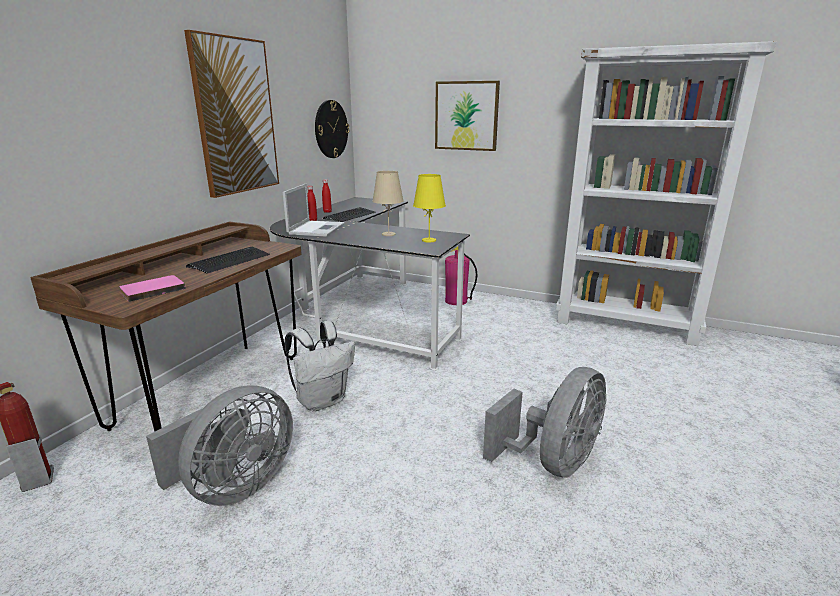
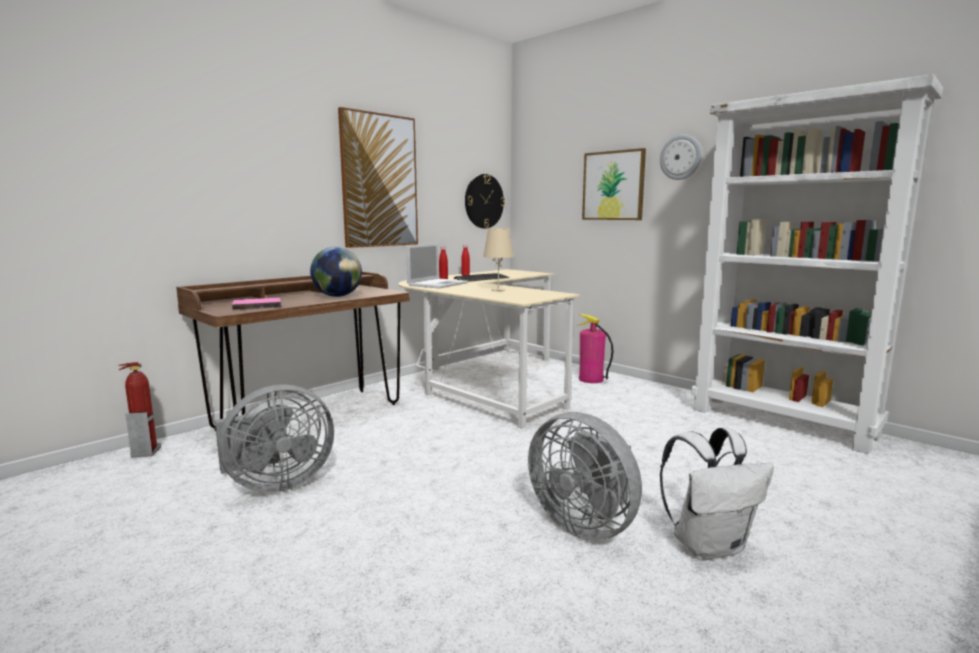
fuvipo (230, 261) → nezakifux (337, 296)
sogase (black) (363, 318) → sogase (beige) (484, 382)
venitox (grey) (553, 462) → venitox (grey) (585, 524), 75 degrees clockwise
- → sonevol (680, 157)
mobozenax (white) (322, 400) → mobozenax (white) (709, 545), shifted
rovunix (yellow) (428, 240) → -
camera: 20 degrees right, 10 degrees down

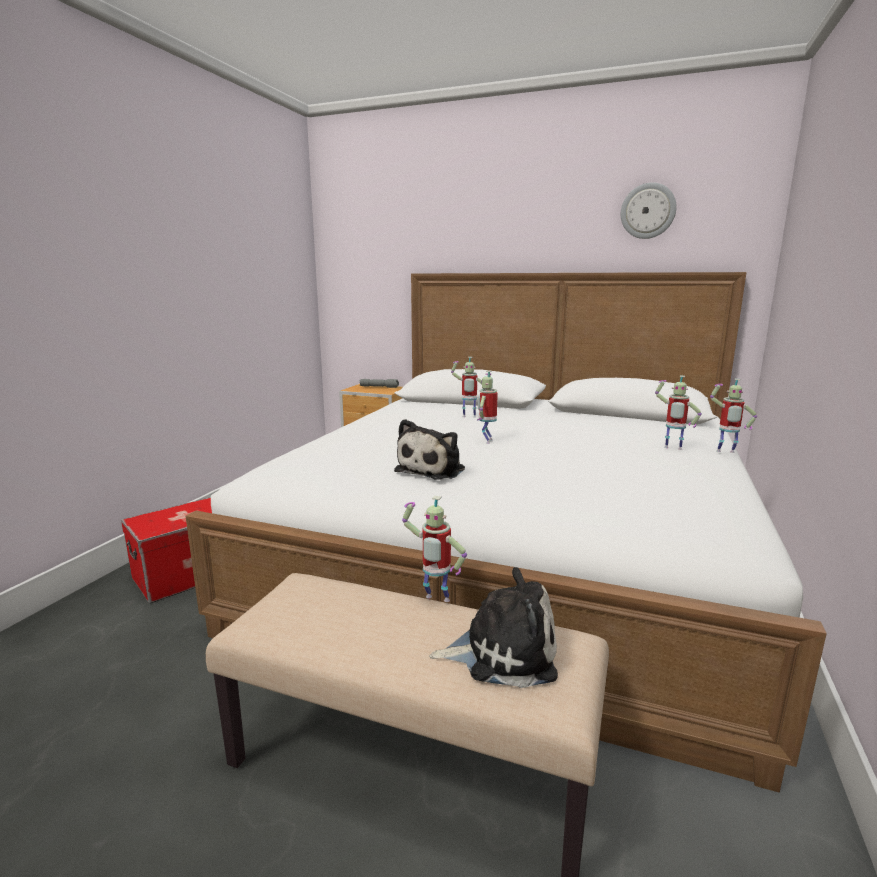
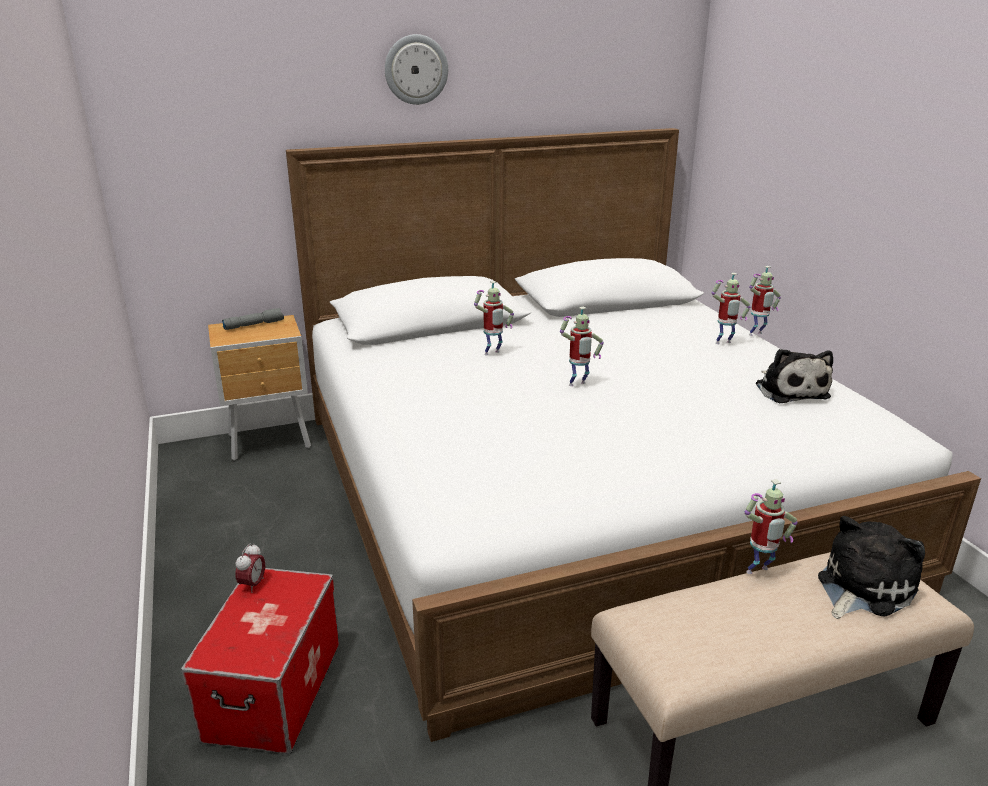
- → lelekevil (253, 585)
sonevol (648, 211) → sonevol (416, 69), shifted
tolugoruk (486, 441) → tolugoruk (578, 385), 90 degrees counterclockwise
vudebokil (433, 469) → vudebokil (790, 390), shifted
camera: 40 degrees left, 10 degrees up

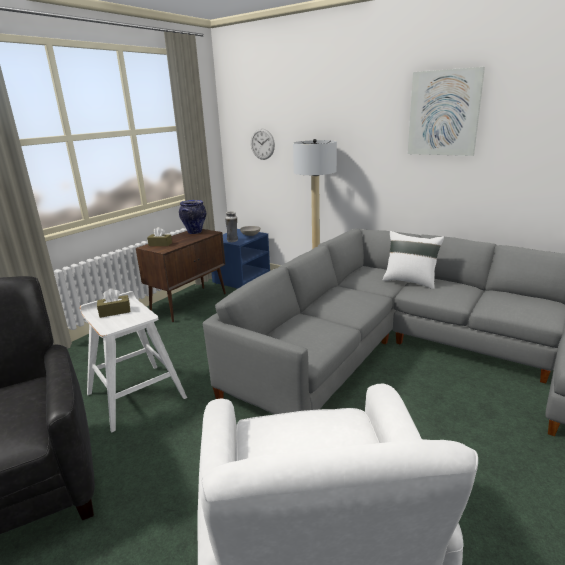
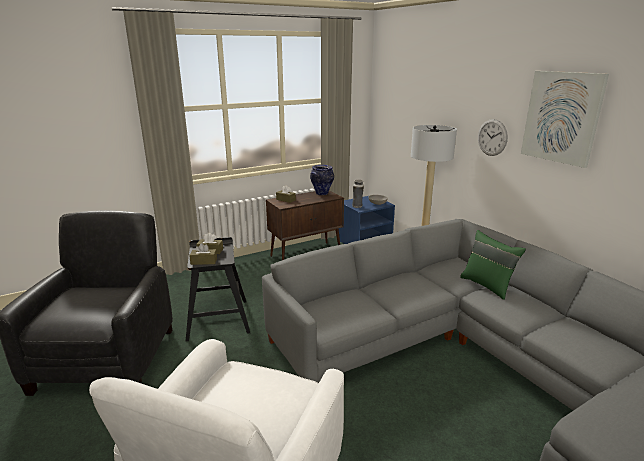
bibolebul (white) (136, 395) → bibolebul (black) (218, 319)
- → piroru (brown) (204, 261)
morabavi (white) (410, 281) → morabavi (green) (487, 285)
sonevol (262, 144) → sonevol (492, 137), shifted
camera: 25 degrees right, 0 degrees up

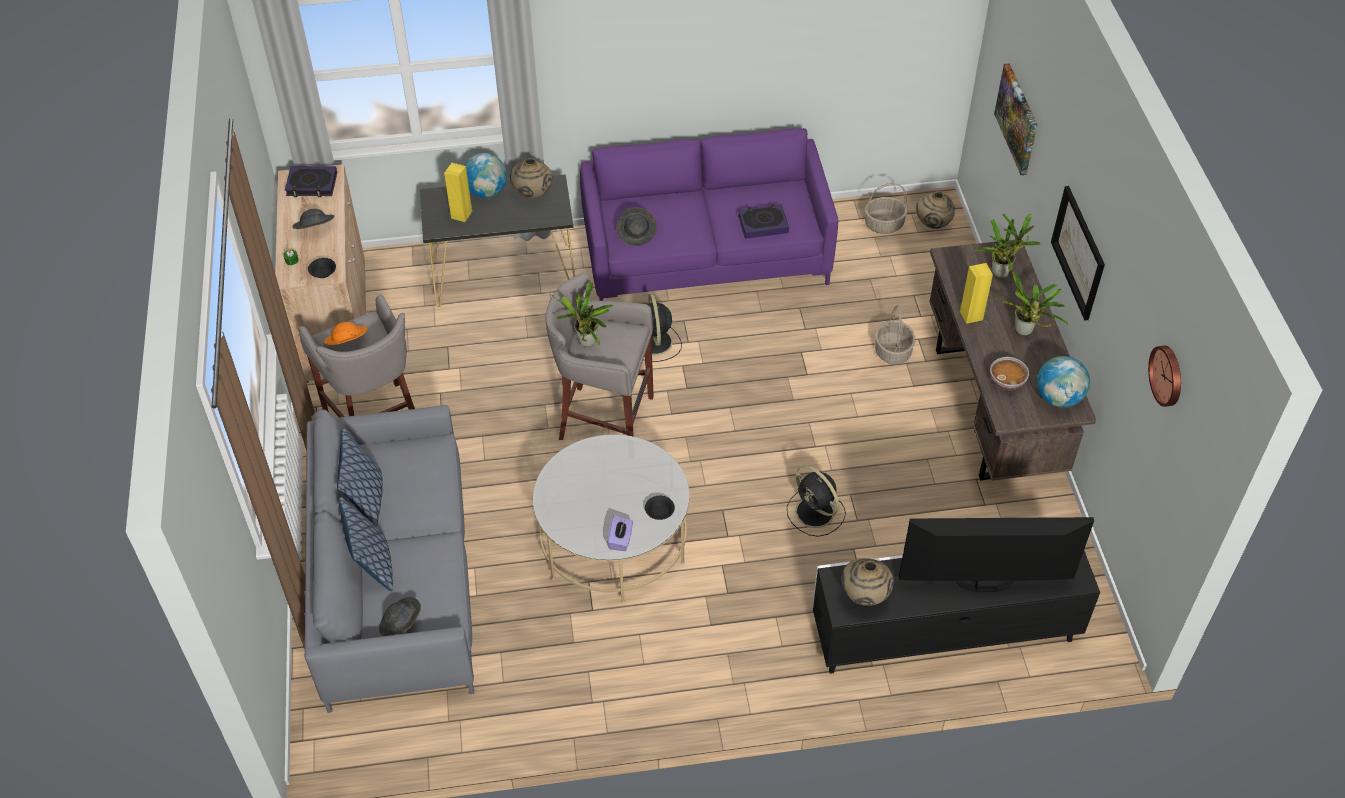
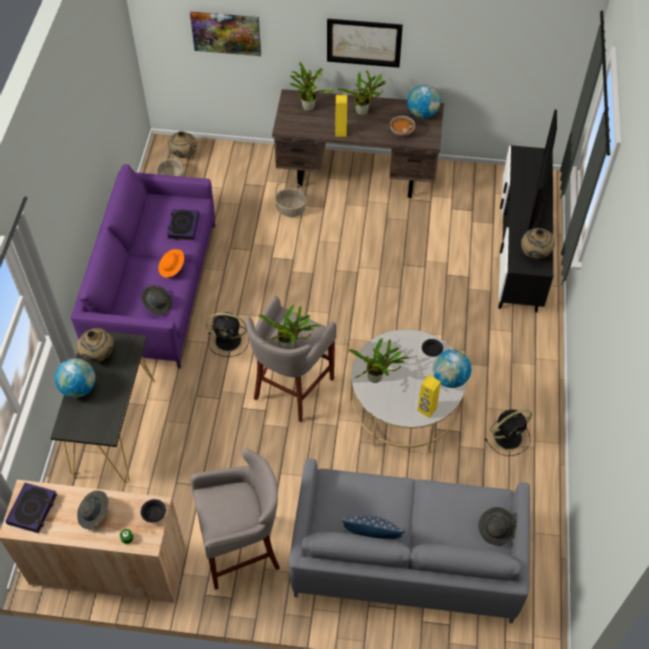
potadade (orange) (347, 343) → potadade (orange) (172, 268), shifted
- → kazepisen (377, 378)
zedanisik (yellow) (461, 214) → zedanisik (yellow) (426, 410), shifted
piroru (purple) (620, 540) → nezakifux (449, 379)
venitox (black) (816, 513) → venitox (black) (509, 437), shifted
morabavi (373, 565) → -
sonevol (1168, 375) → -
camera: 75 degrees left, 5 degrees up

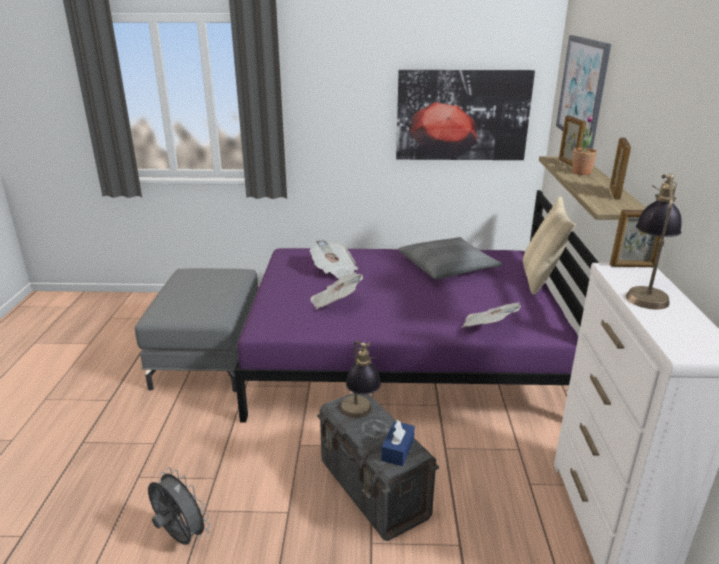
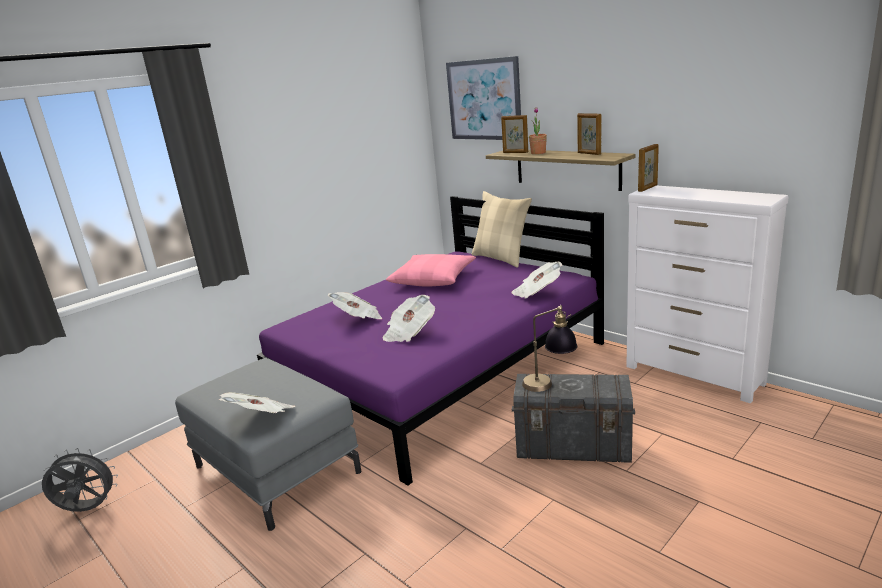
venitox (grey) (180, 537) → venitox (grey) (88, 510), shifted
- → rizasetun (261, 417)
morabavi (grey) (447, 267) → morabavi (pink) (433, 278)
piroru (blue) (398, 450) → -
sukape (462, 115) → -
rovunix (646, 291) → -
camera: 45 degrees left, 5 degrees down

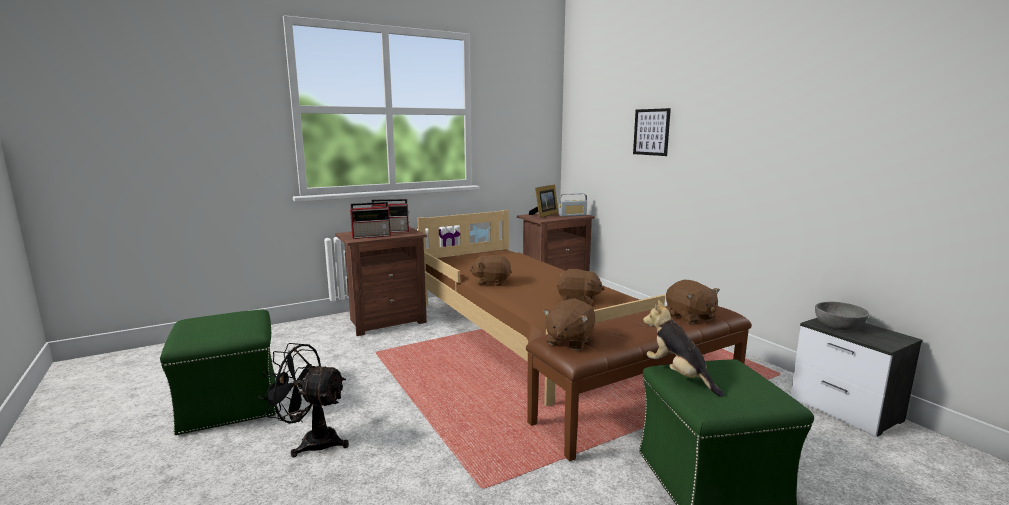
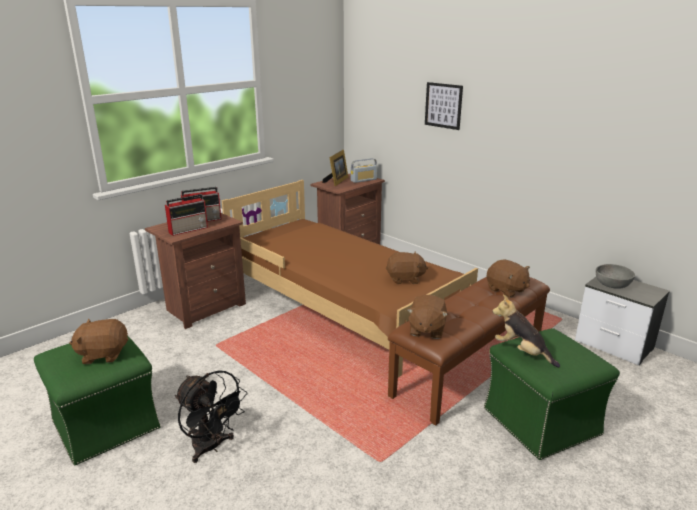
vudebokil (brown) (491, 282) → vudebokil (brown) (103, 354), shifted
venitox (black) (311, 441) → venitox (black) (211, 447), 135 degrees counterclockwise
camera: 15 degrees left, 10 degrees up

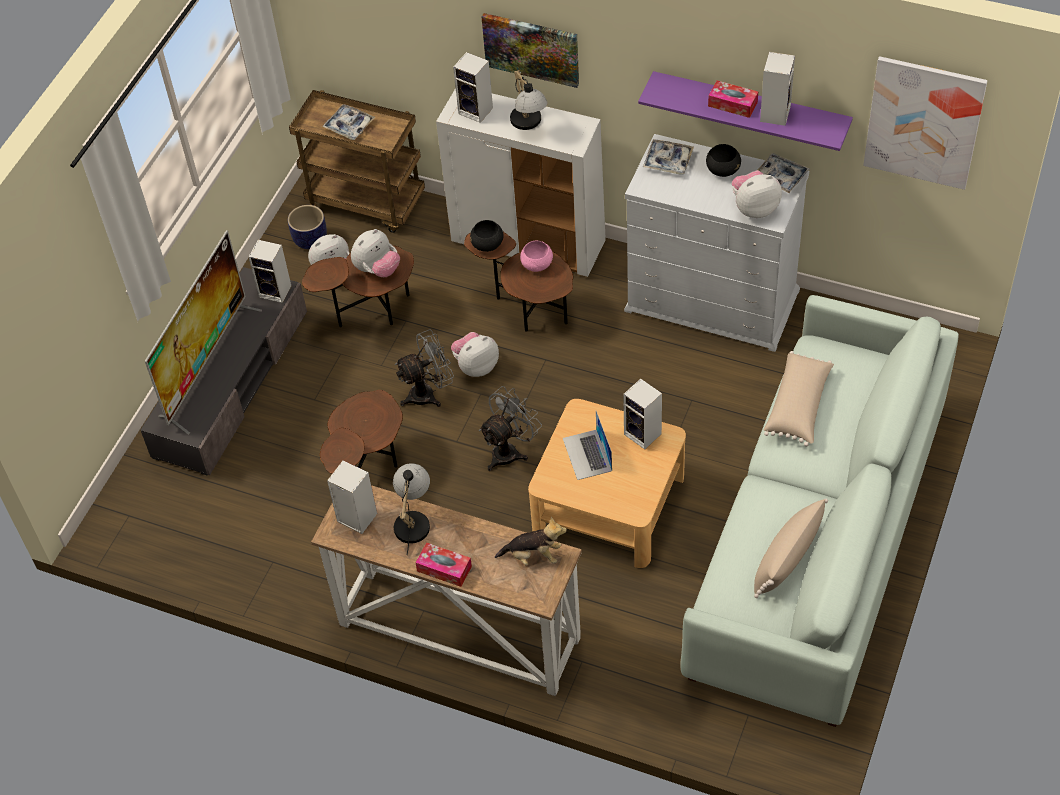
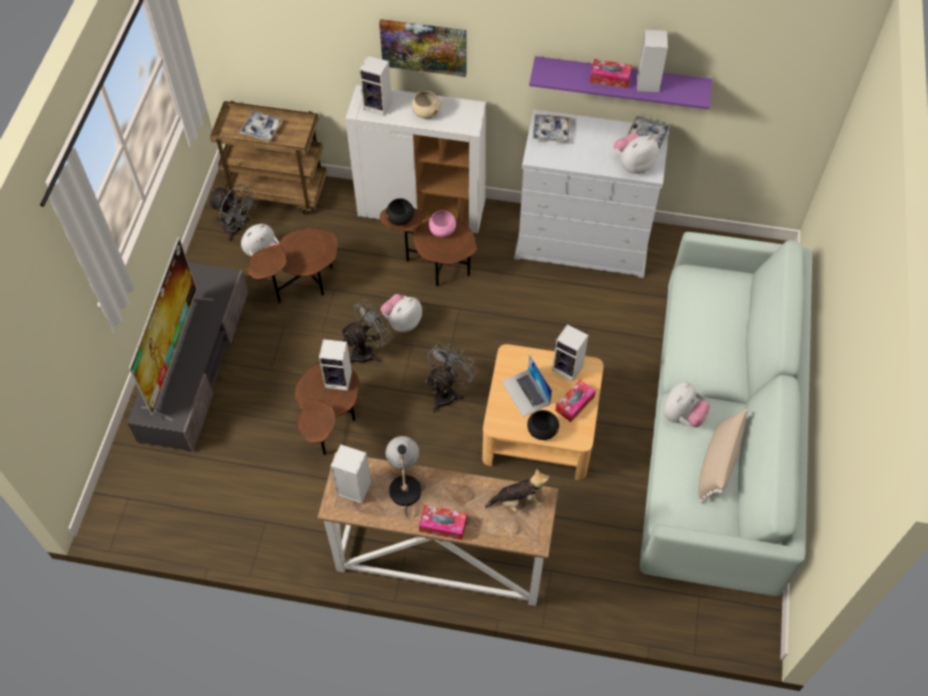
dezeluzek (310, 239) → venitox (grey) (237, 229)
zedanisik (276, 291) → zedanisik (339, 379), shifted
rovunix (528, 125) → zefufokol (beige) (426, 113)
zefufokol (black) (722, 170) → zefufokol (black) (542, 430), shifted
- → piroru (574, 403)
vudebokil (377, 269) → vudebokil (681, 416), shifted
morabavi (beige) (799, 406) → -
sukape (923, 122) → -
camera: 15 degrees left, 5 degrees up

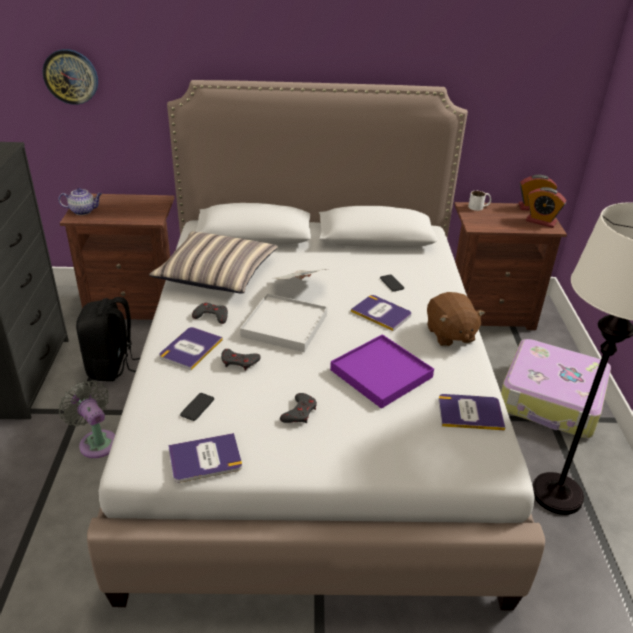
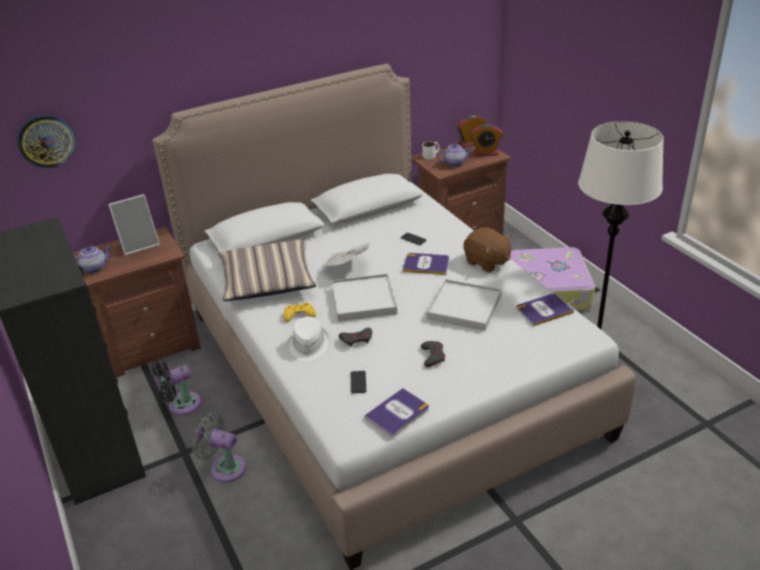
- → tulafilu (139, 245)
mobozenax (black) (112, 367) → venitox (black) (181, 405)
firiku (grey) (211, 316) → firiku (yellow) (299, 315)
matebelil (190, 348) → potadade (white) (308, 345)
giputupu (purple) (381, 373) → giputupu (white) (464, 308)
- → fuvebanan (455, 163)
camera: 25 degrees left, 0 degrees up

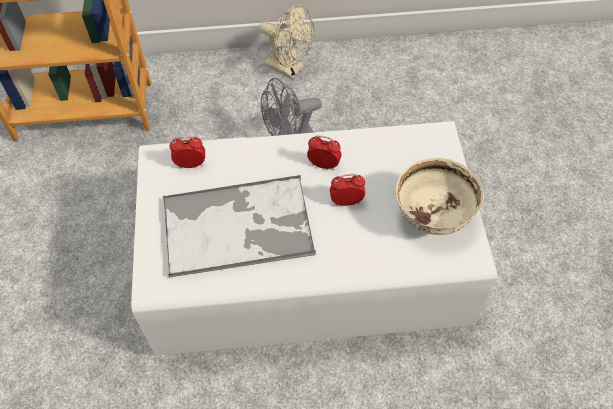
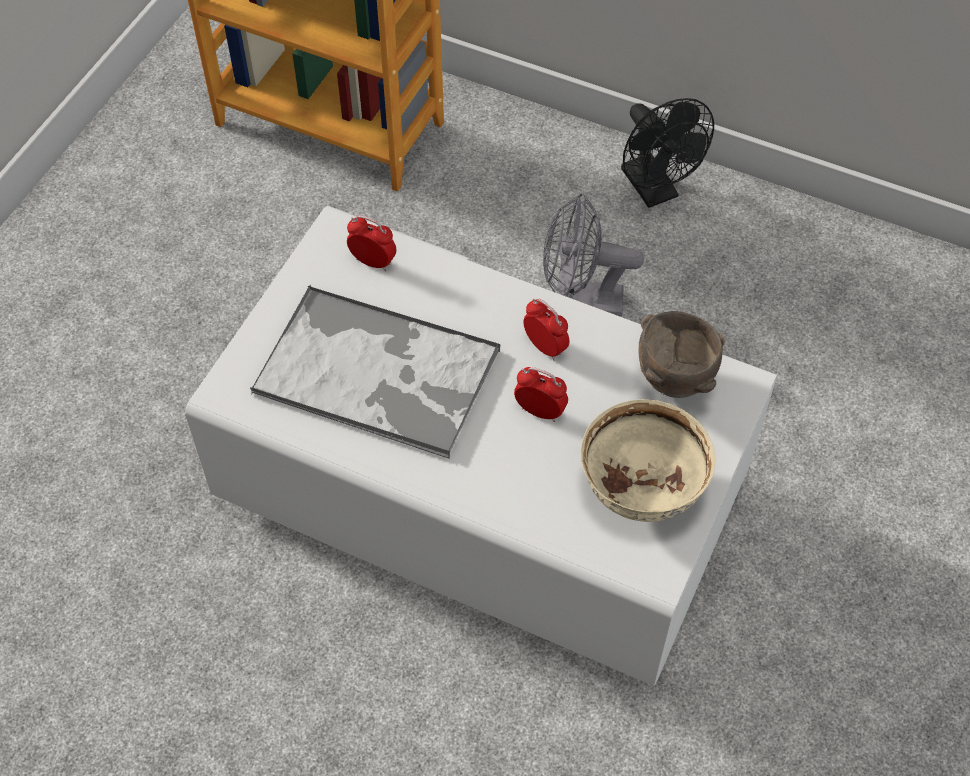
venitox (beige) (289, 68) → venitox (black) (655, 190)
- → zefufokol (brown) (675, 383)
camera: 30 degrees right, 0 degrees up

